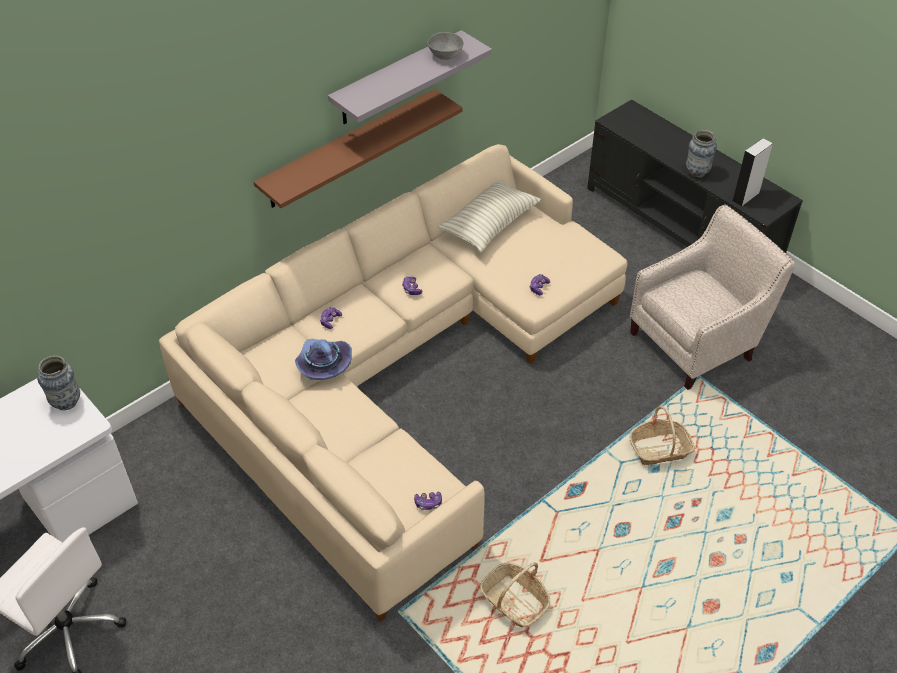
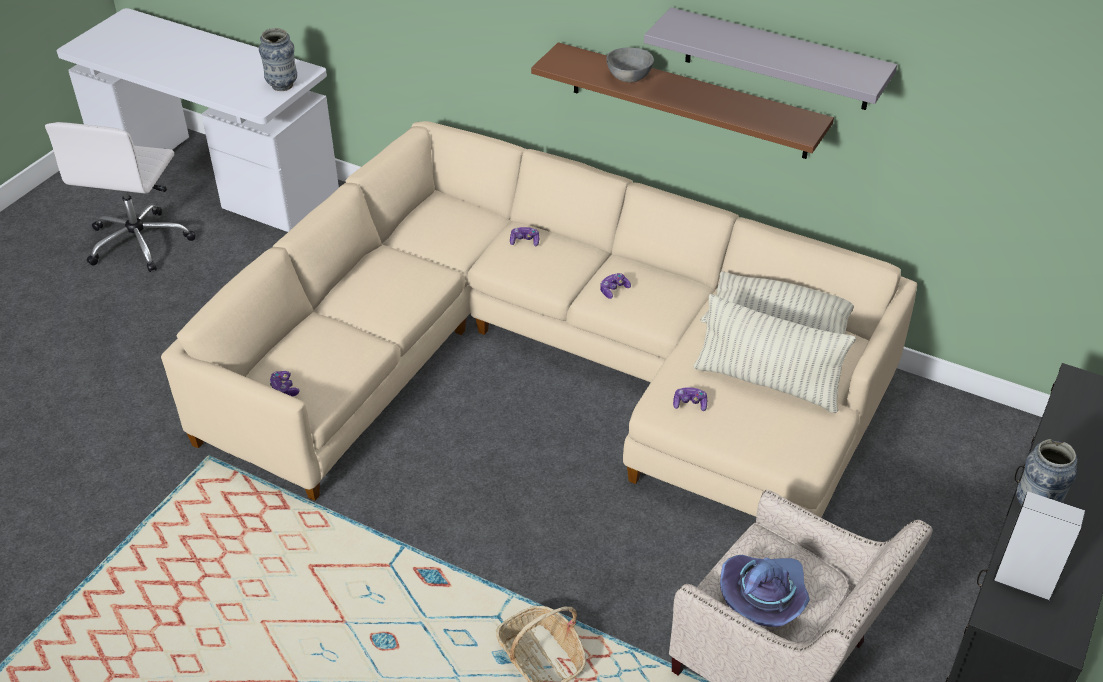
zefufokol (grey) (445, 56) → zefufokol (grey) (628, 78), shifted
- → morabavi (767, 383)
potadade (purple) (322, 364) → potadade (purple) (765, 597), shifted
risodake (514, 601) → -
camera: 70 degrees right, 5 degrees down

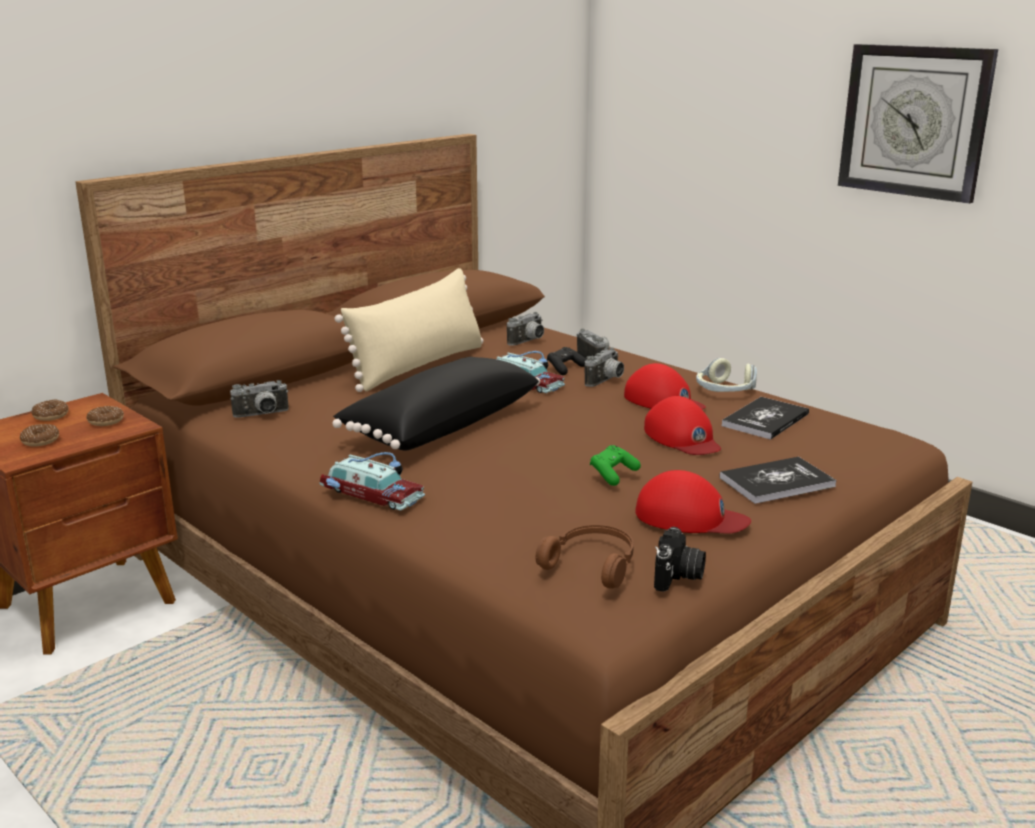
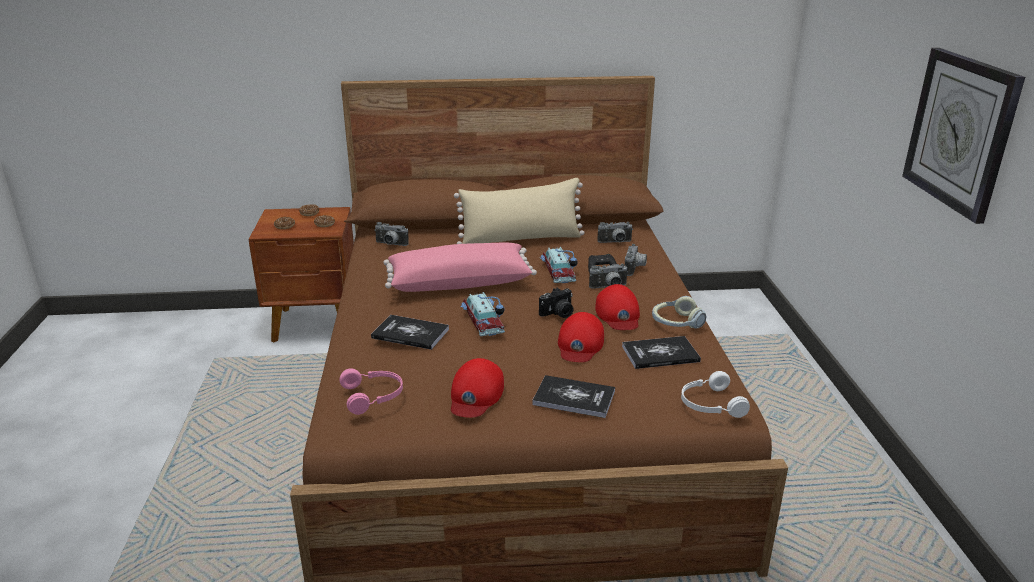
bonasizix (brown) (593, 564) → bonasizix (pink) (373, 396)
- → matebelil (410, 333)
morabavi (black) (439, 425) → morabavi (pink) (459, 282)
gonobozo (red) (689, 517) → gonobozo (red) (475, 395), 45 degrees clockwise
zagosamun (372, 492) → zagosamun (484, 319), shifted
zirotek (678, 576) → zirotek (558, 314), shifted
- → bonasizix (white) (710, 404)
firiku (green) (613, 474) → -
camera: 40 degrees right, 5 degrees up

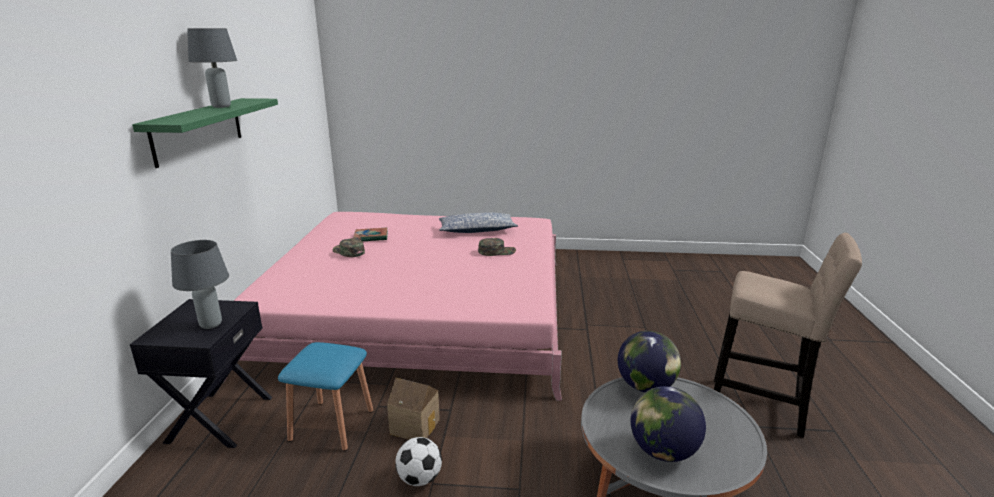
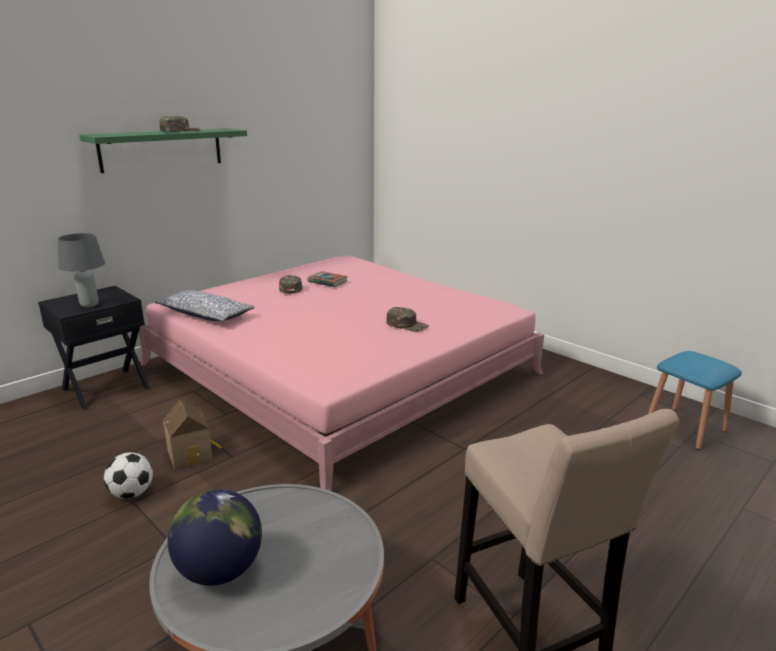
morabavi (476, 230) → morabavi (205, 315), shifted
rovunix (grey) (221, 107) → gonobozo (green) (180, 131)
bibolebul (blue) (332, 425) → bibolebul (blue) (685, 428), shifted
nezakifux (646, 387) → -
camera: 40 degrees right, 0 degrees up

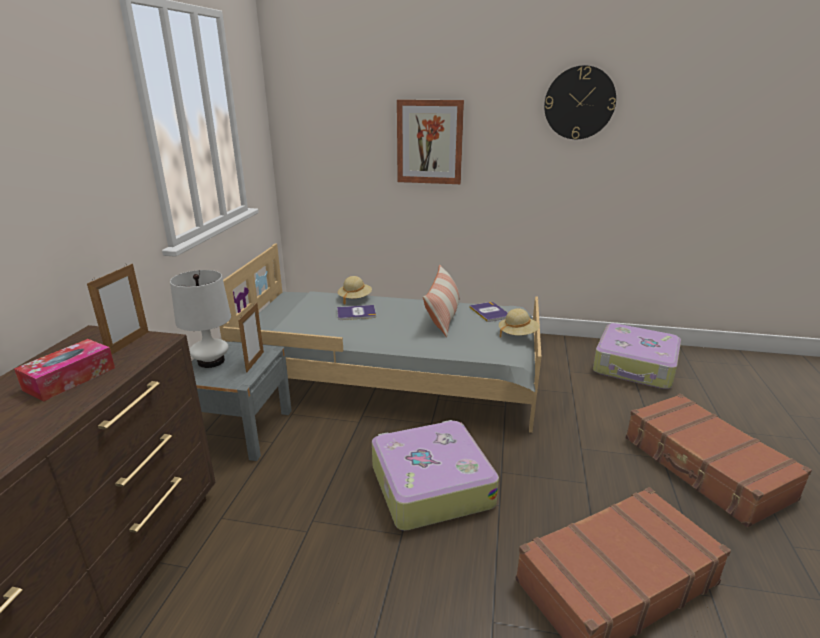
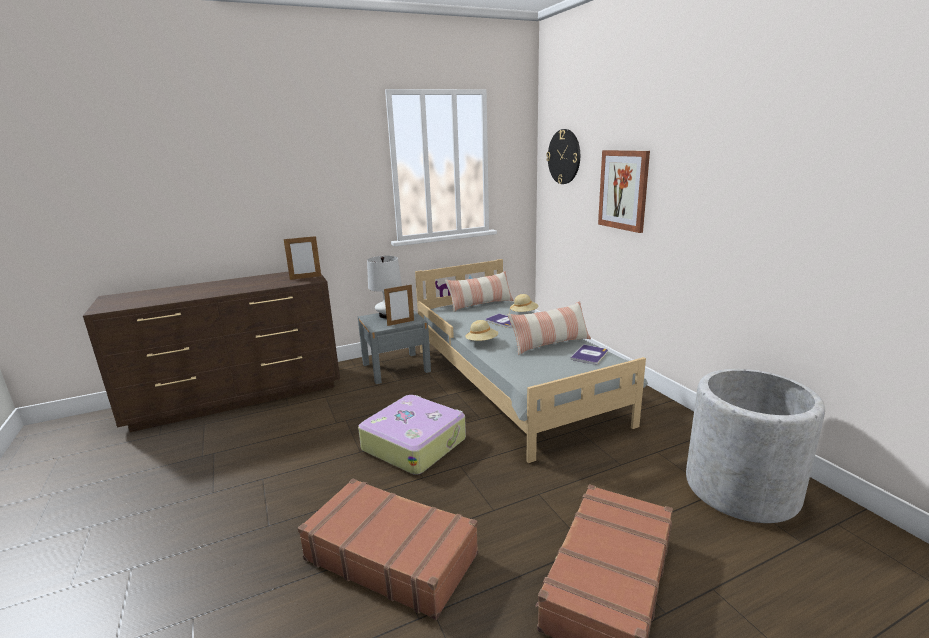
- → morabavi (480, 304)
potadade (beige) (517, 334) → potadade (beige) (482, 342), shifted
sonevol (579, 103) → sonevol (564, 157), shifted
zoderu (635, 367) → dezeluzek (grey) (741, 488)
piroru (70, 378) → -
camera: 55 degrees right, 5 degrees down

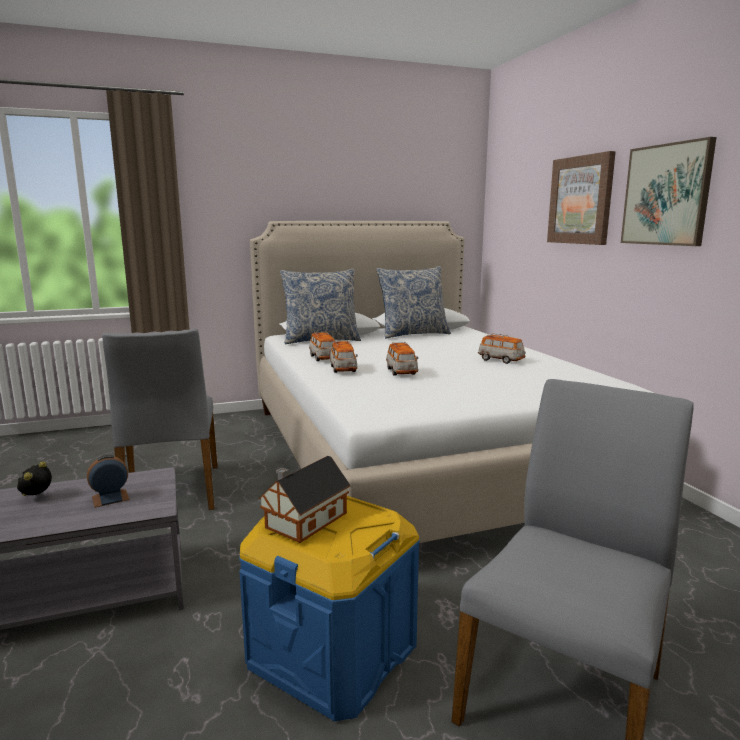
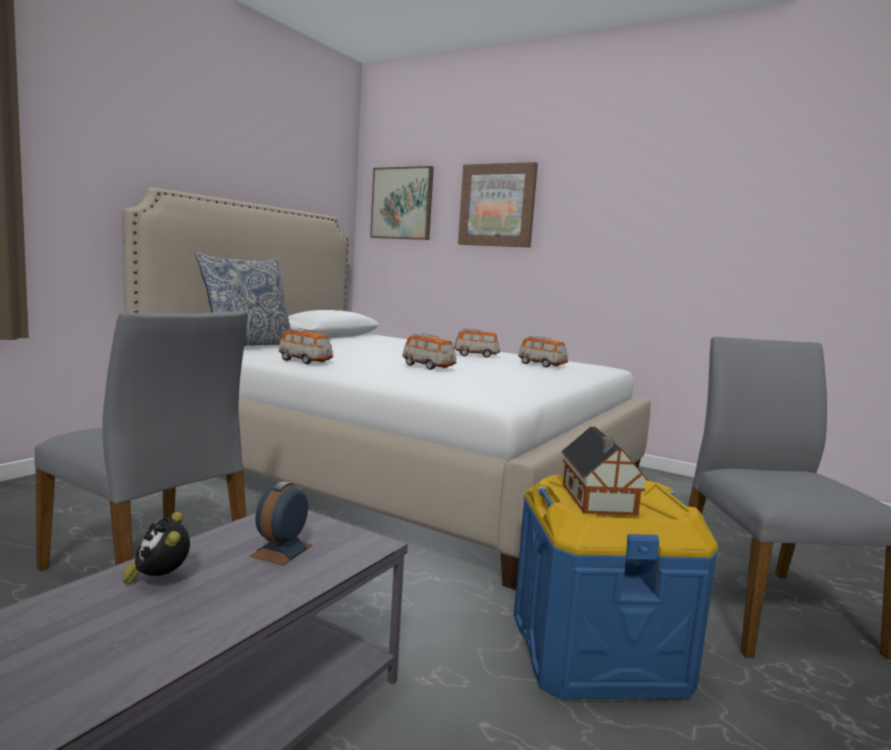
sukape (666, 195) → sukape (402, 203), shifted
zagosamun (343, 369) → zagosamun (542, 365), shifted
morabavi (413, 334) → -
camera: 40 degrees left, 5 degrees down

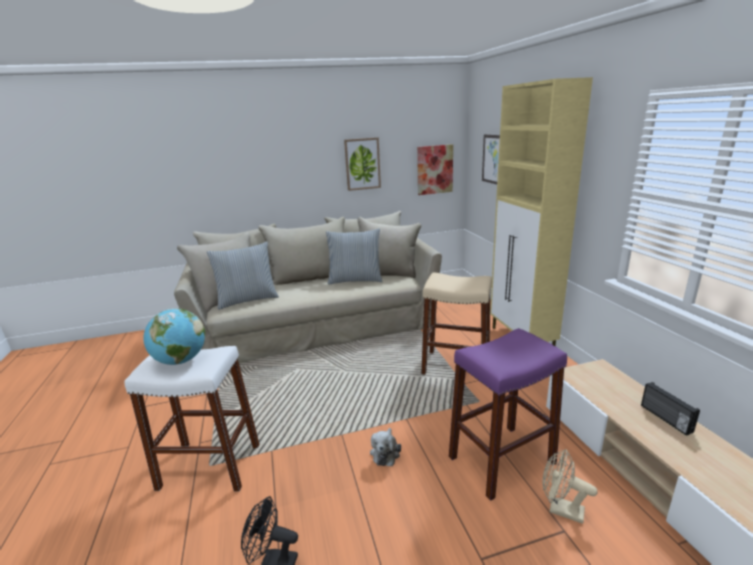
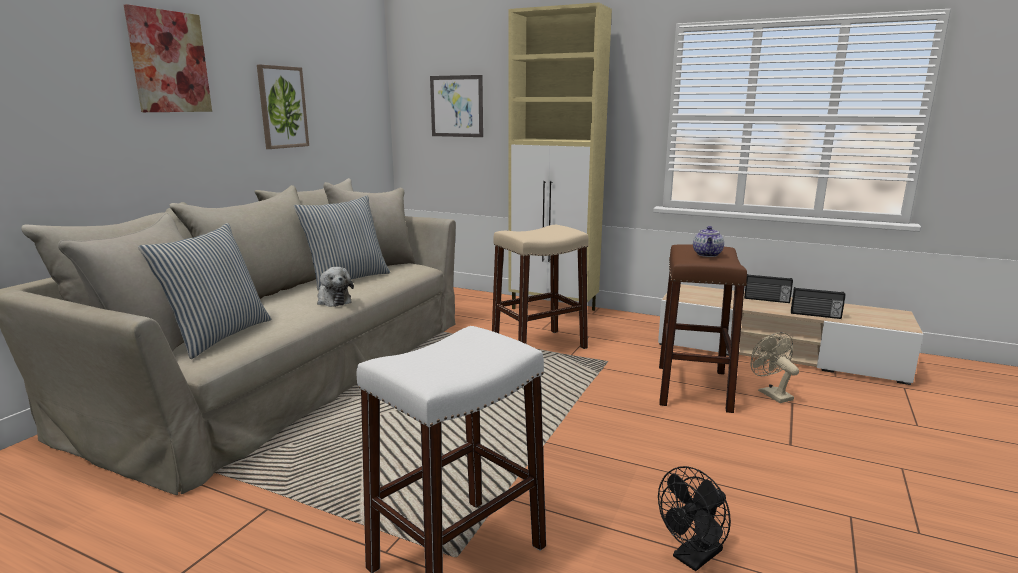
sukape (434, 169) → sukape (169, 62), shifted
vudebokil (385, 452) → vudebokil (333, 300), shifted
bibolebul (purple) (501, 460) → bibolebul (brown) (693, 388)
- → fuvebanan (707, 255)
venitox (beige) (560, 509) → venitox (beige) (771, 394), 90 degrees clockwise
- → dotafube (815, 315)
nezakifux (181, 361) → -
camera: 50 degrees left, 5 degrees down

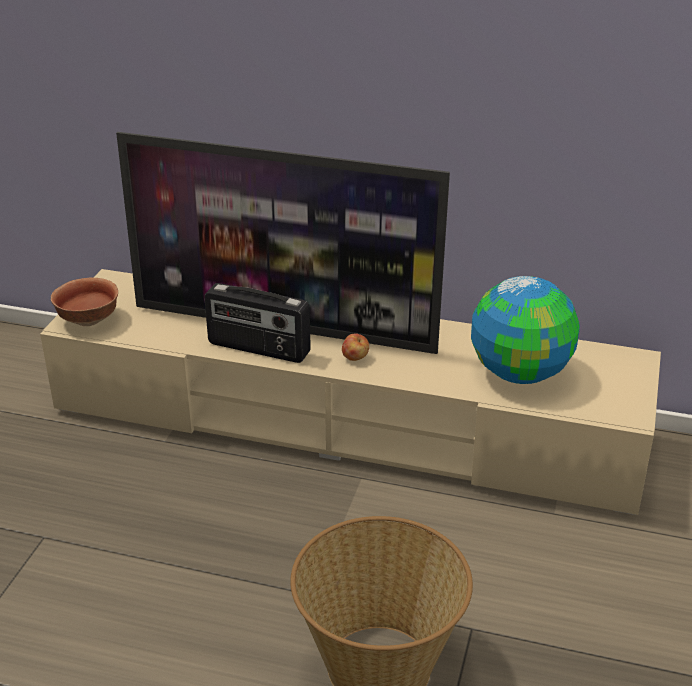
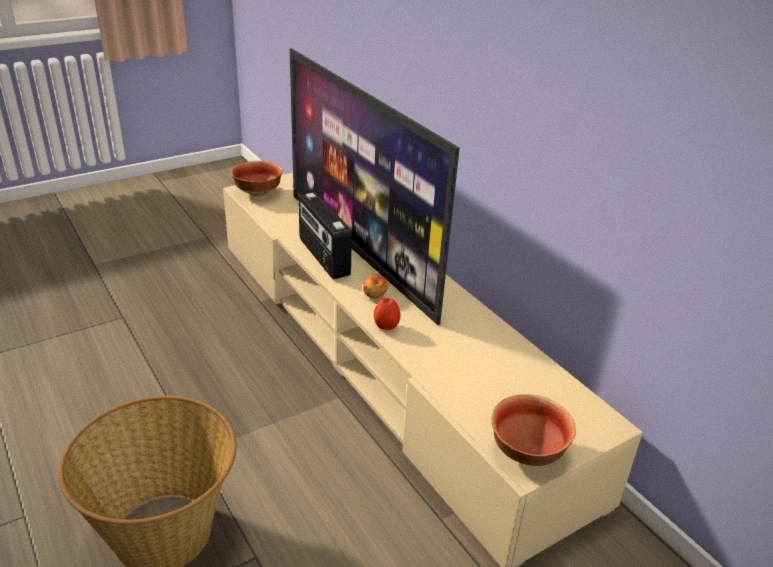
- → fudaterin (386, 326)
- → zefufokol (528, 451)
nezakifux (521, 373) → -
camera: 40 degrees right, 0 degrees up

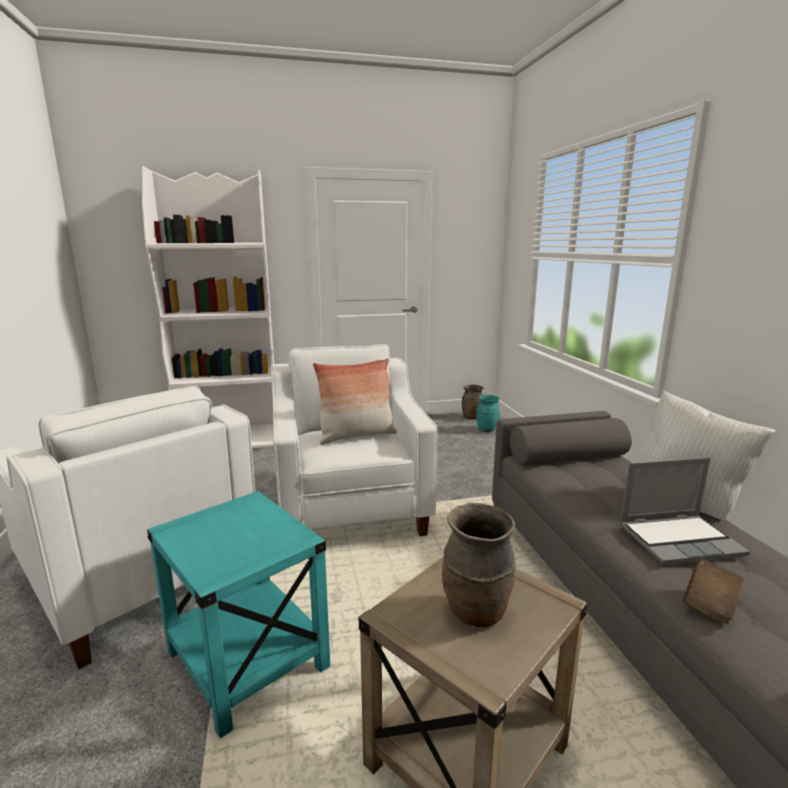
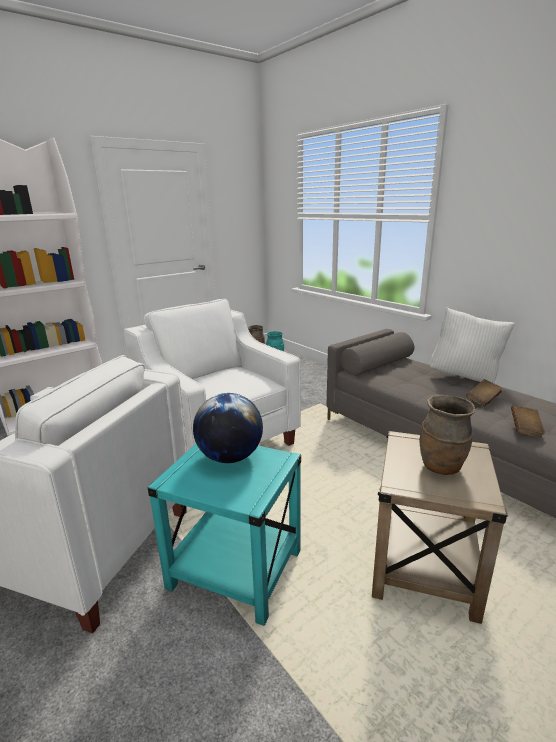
- → nezakifux (230, 457)
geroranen (680, 540) → matebelil (brown) (483, 400)
morabavi (356, 436) → -
camera: 25 degrees left, 5 degrees up

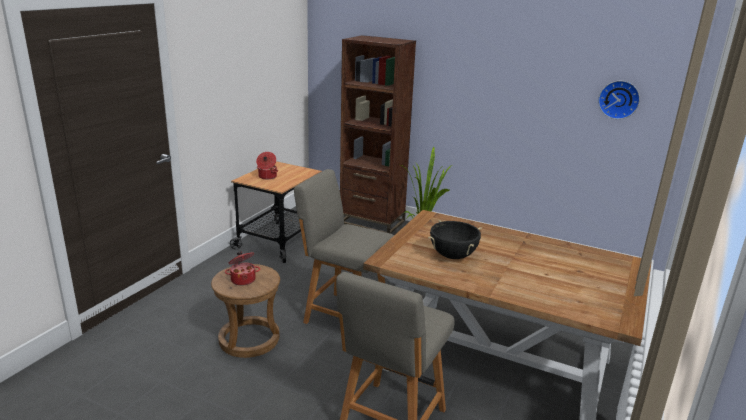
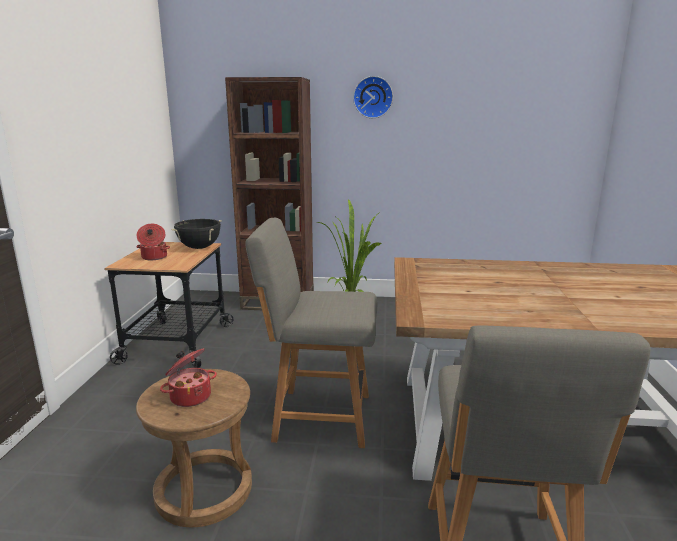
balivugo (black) (452, 256) → balivugo (black) (199, 248), shifted
sonevol (619, 99) → sonevol (373, 97), shifted
camera: 20 degrees left, 5 degrees down

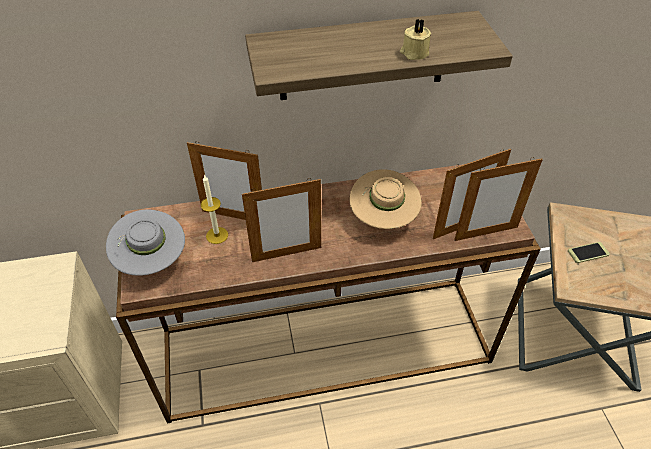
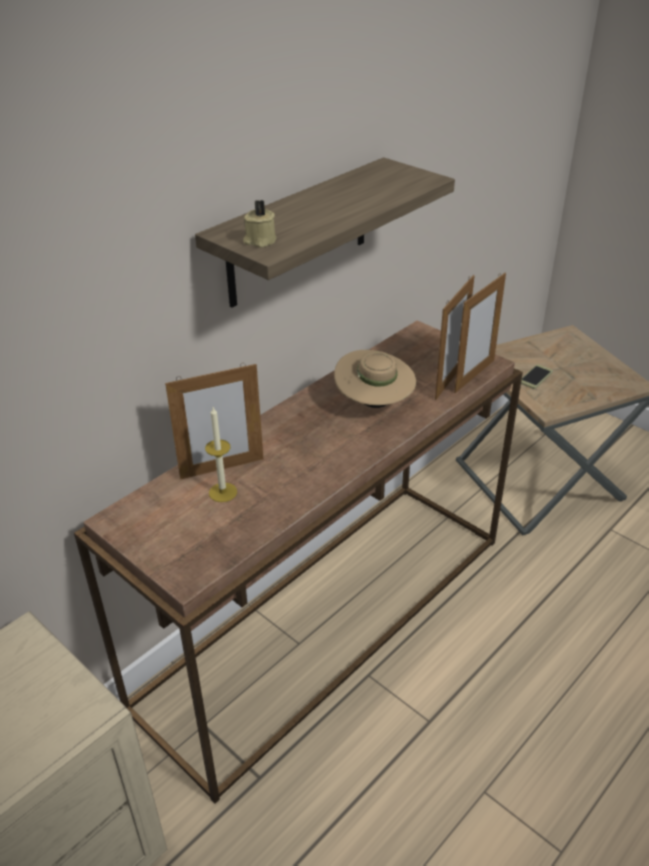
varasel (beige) (414, 53) → varasel (beige) (259, 241), shifted
potadade (grey) (152, 261) → -
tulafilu (286, 254) → -
camera: 35 degrees left, 10 degrees down

